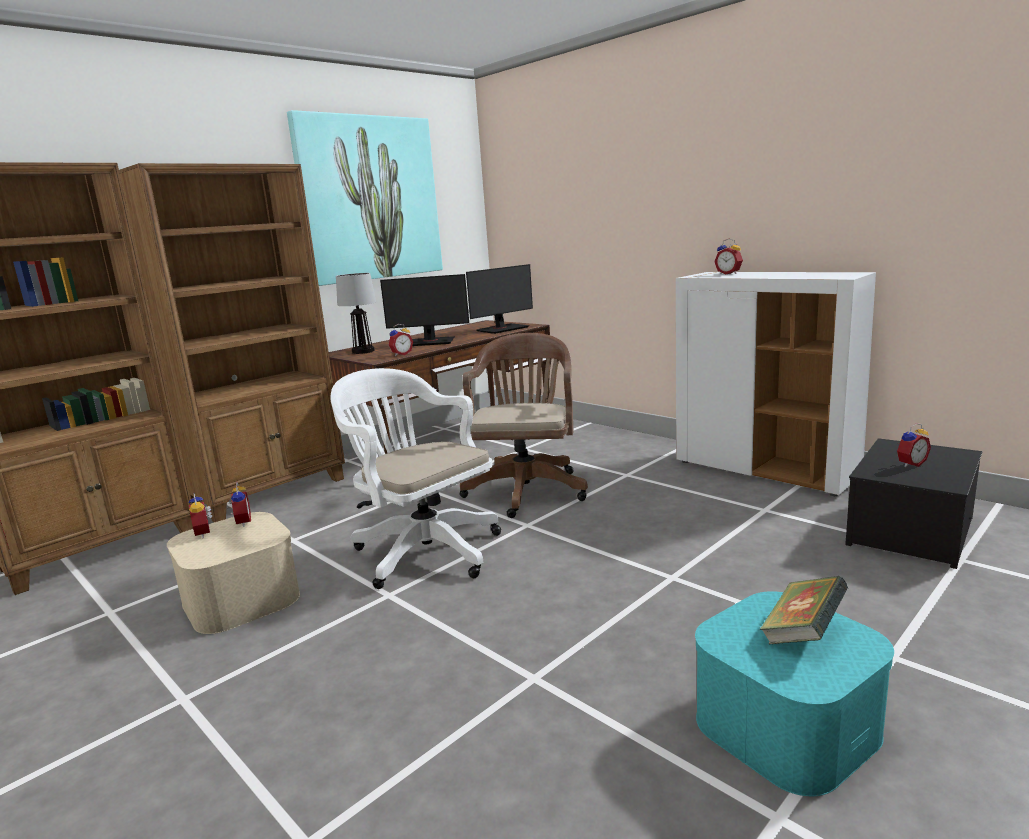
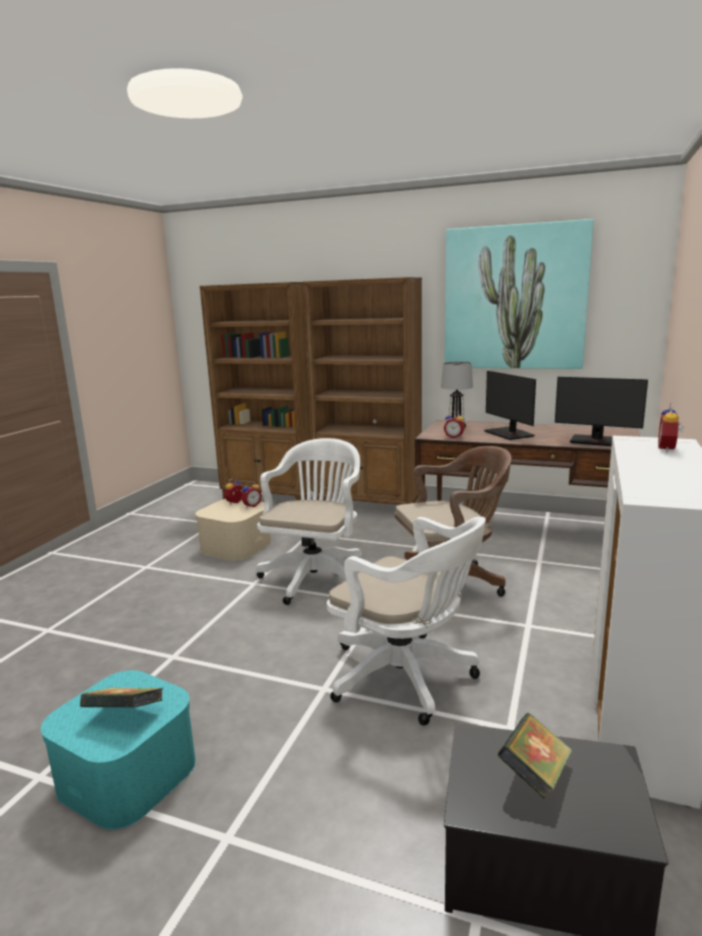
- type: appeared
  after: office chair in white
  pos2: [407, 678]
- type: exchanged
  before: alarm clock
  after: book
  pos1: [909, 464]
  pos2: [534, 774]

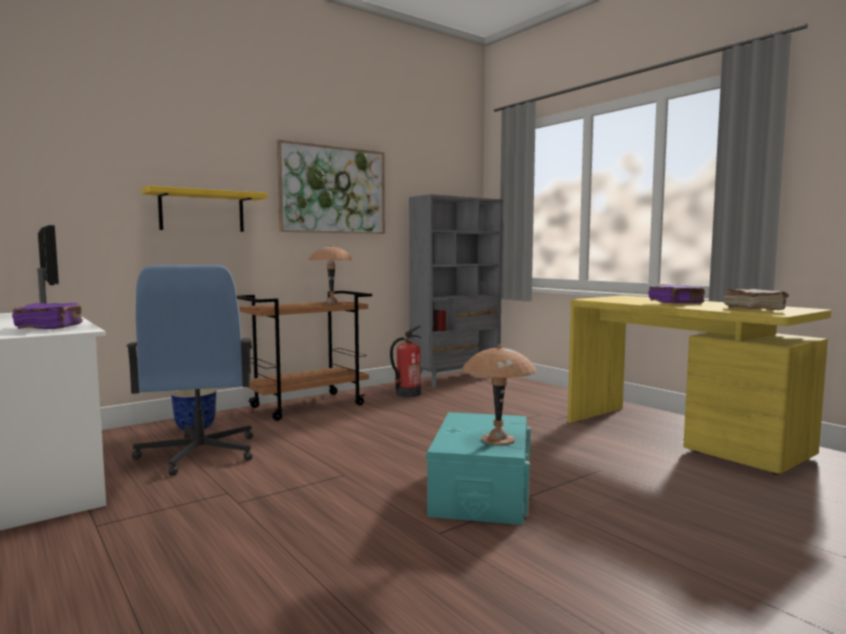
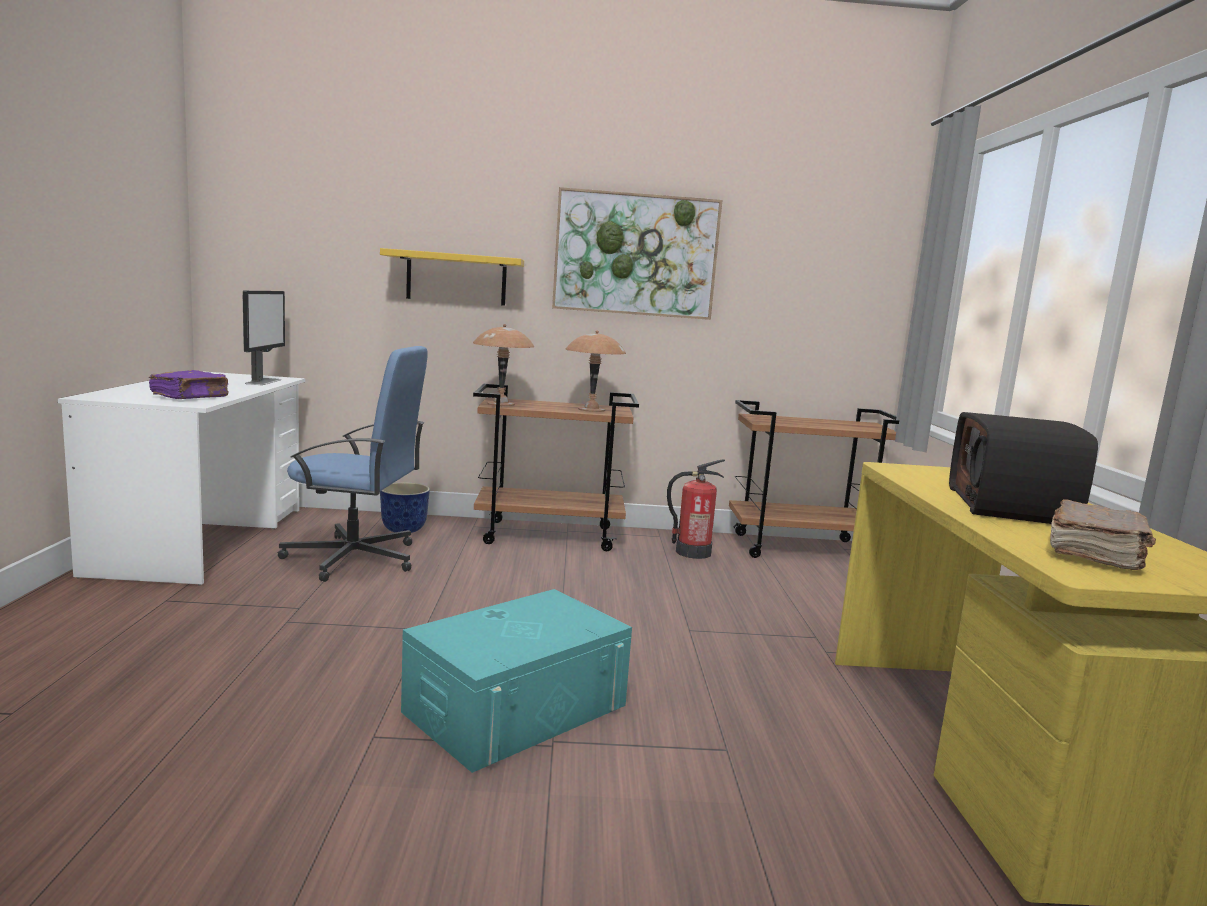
- type: relocated
  before: table lamp in brown
  pos1: [498, 439]
  pos2: [501, 404]
- type: exchanged
  before: bookcase in grey
  after: cart in brown
  pos1: [456, 378]
  pos2: [802, 548]
- type: exchanged
  before: book in purple
  after: radio
  pos1: [676, 303]
  pos2: [1012, 506]
- type: spun
  before: office chair in blue
  pos1: [198, 454]
  pos2: [354, 558]
  turn: -105

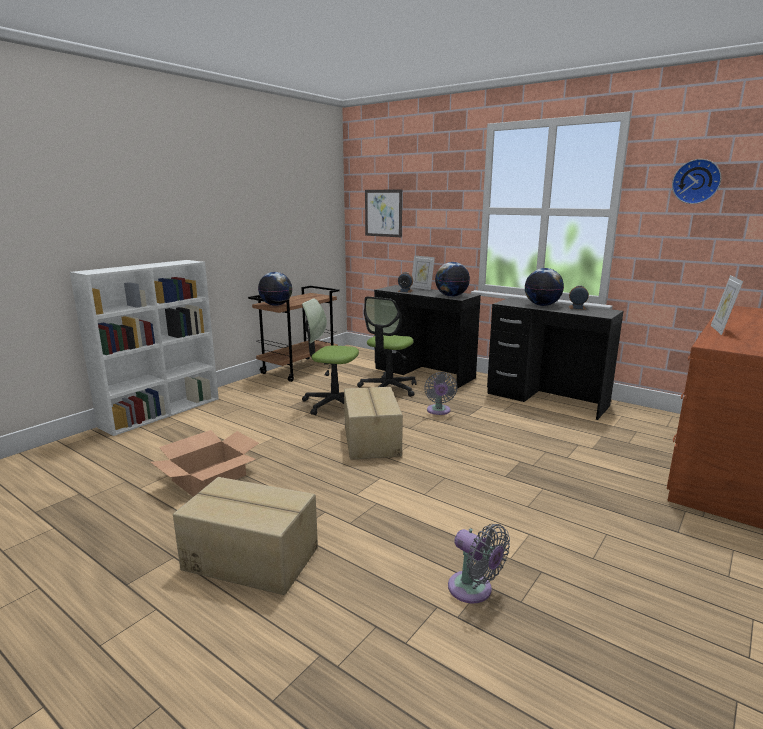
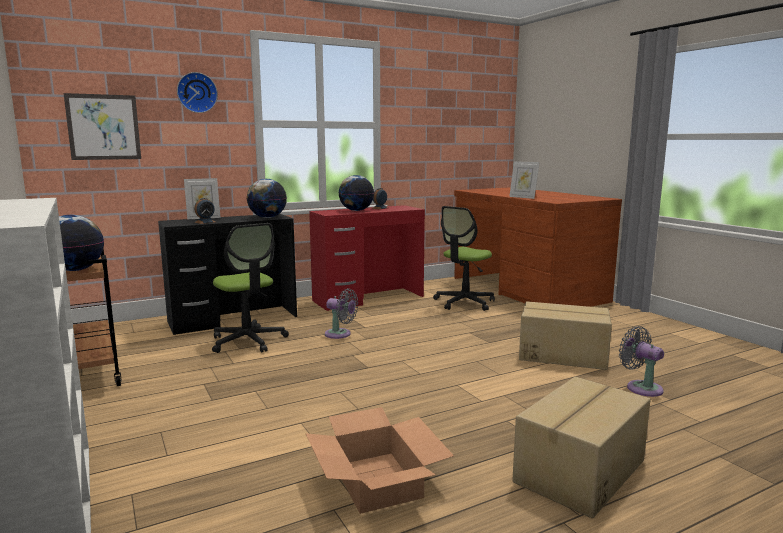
- type: relocated
  before: office chair
  pos1: [333, 403]
  pos2: [464, 302]
- type: relocated
  before: cardboard box
  pos1: [372, 440]
  pos2: [562, 355]
- type: relocated
  before: wall clock
  pos1: [696, 181]
  pos2: [196, 92]
- type: colour
  before: desk in black
  after: desk in red
  pos1: [546, 399]
  pos2: [368, 298]
- type: spun
  before: fan in grey
  pos1: [474, 590]
  pos2: [641, 387]
  turn: -105

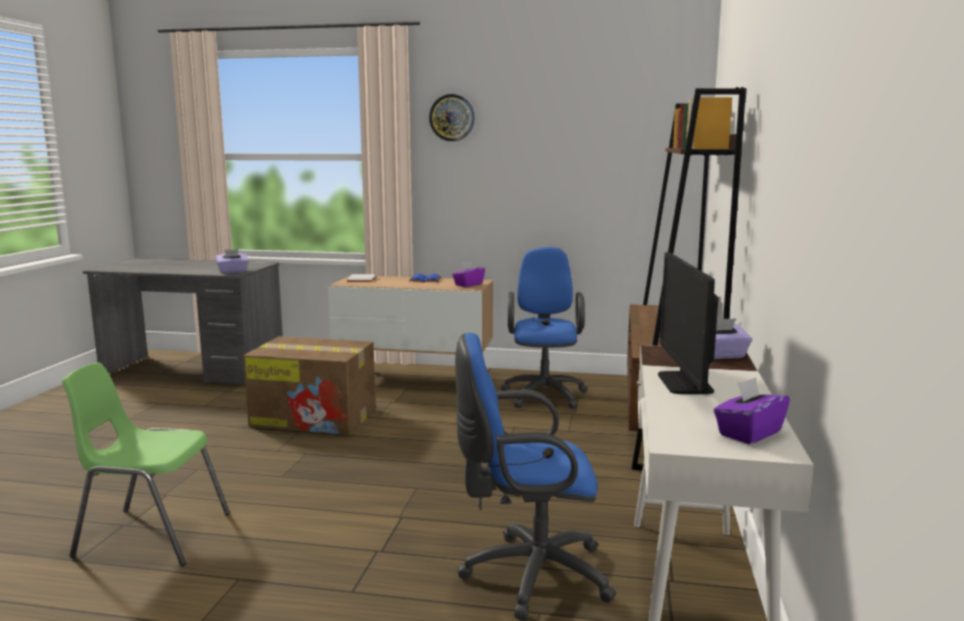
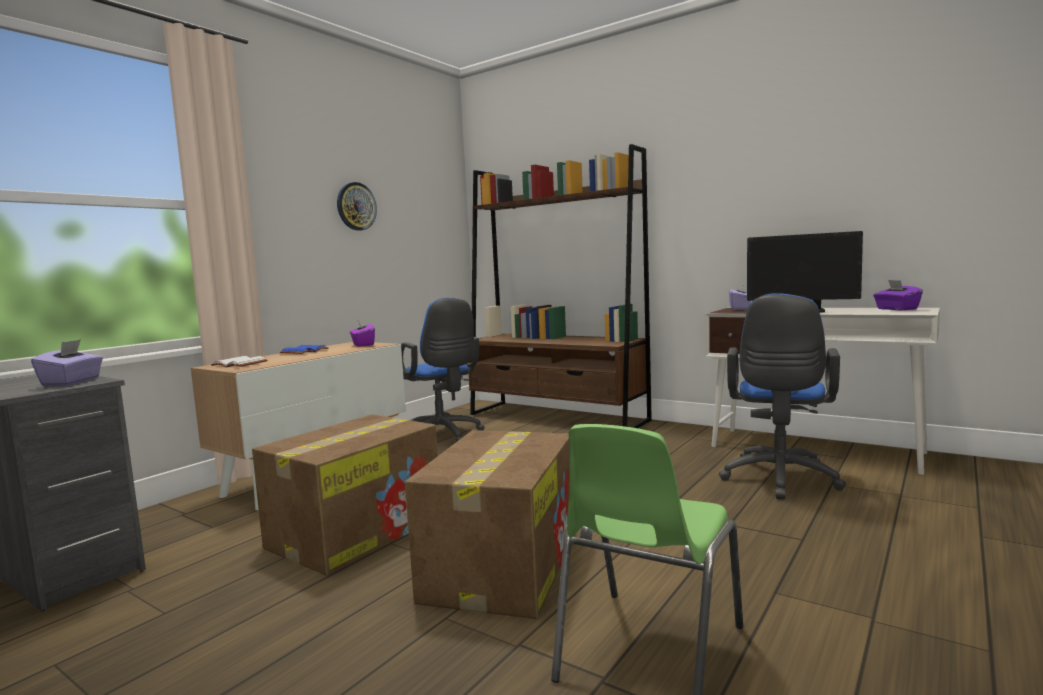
- type: appeared
  after: cardboard box
  pos2: [503, 564]
- type: relocated
  before: wall clock
  pos1: [452, 117]
  pos2: [356, 206]
- type: spun
  before: office chair in blue
  pos1: [544, 393]
  pos2: [443, 436]
  turn: -150

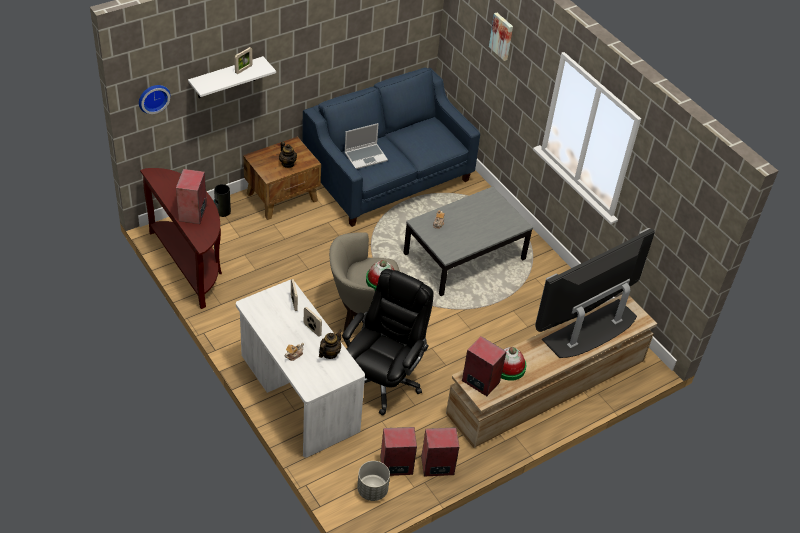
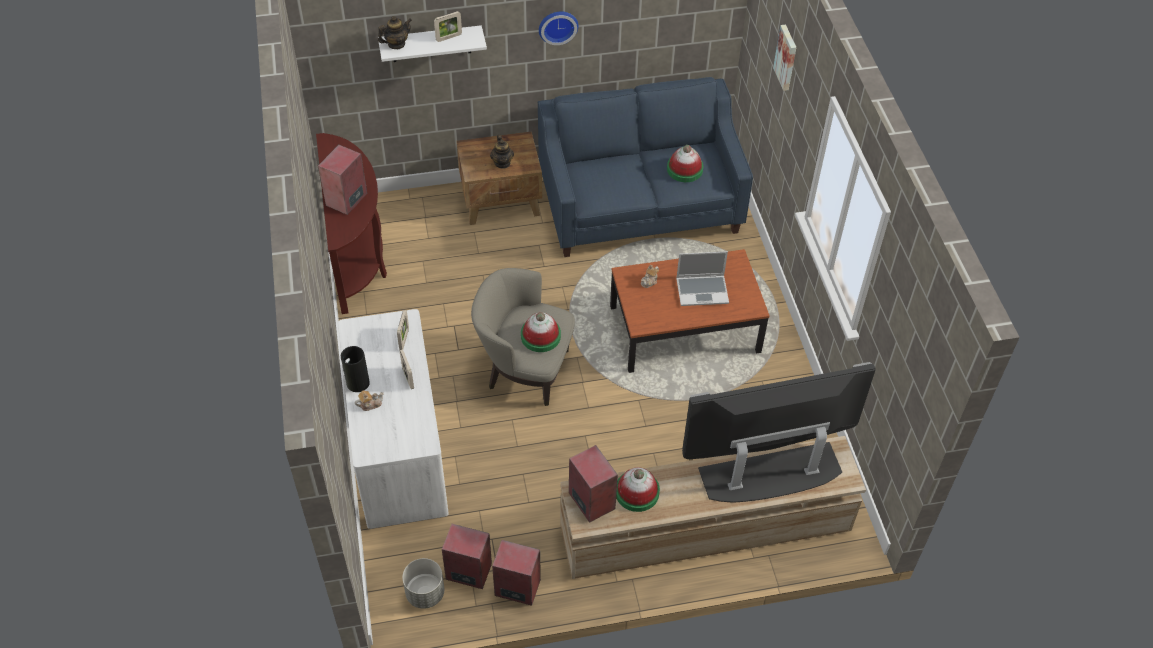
- type: missing
  before: office chair in black
  pos1: [383, 380]
- type: appeared
  after: hat
  pos2: [684, 169]
- type: relocated
  before: wall clock
  pos1: [153, 97]
  pos2: [557, 25]
- type: relocated
  before: vase
  pos1: [222, 211]
  pos2: [357, 383]
- type: relocated
  before: teapot
  pos1: [329, 353]
  pos2: [396, 44]
- type: relocated
  before: laptop
  pos1: [366, 156]
  pos2: [702, 290]
- type: colour
  before: coffee table in grey
  after: coffee table in brown
  pos1: [464, 256]
  pos2: [684, 329]

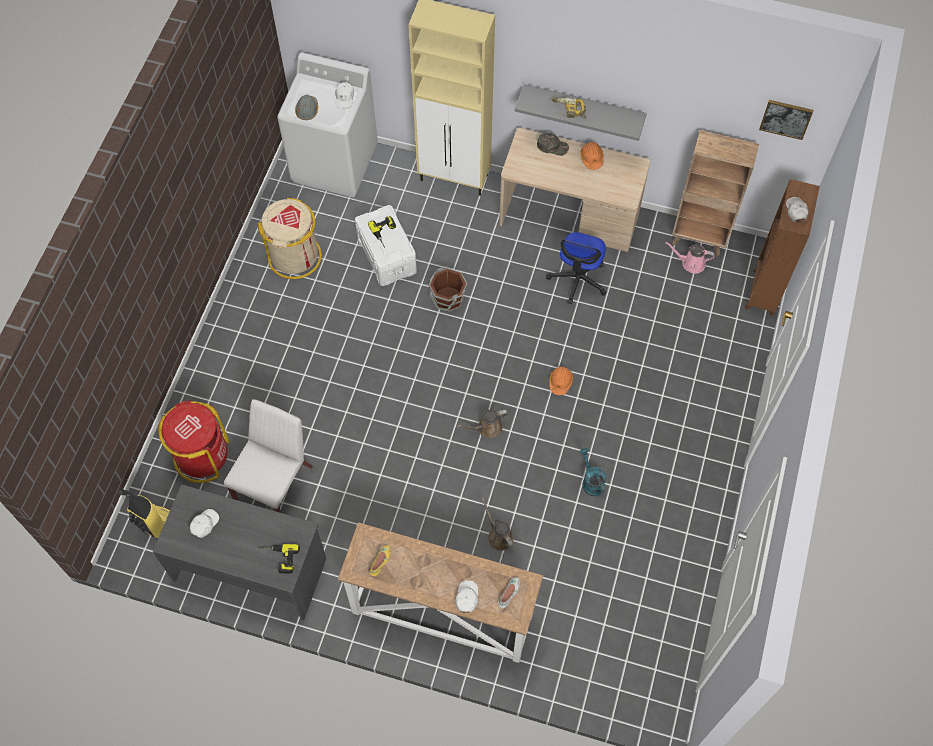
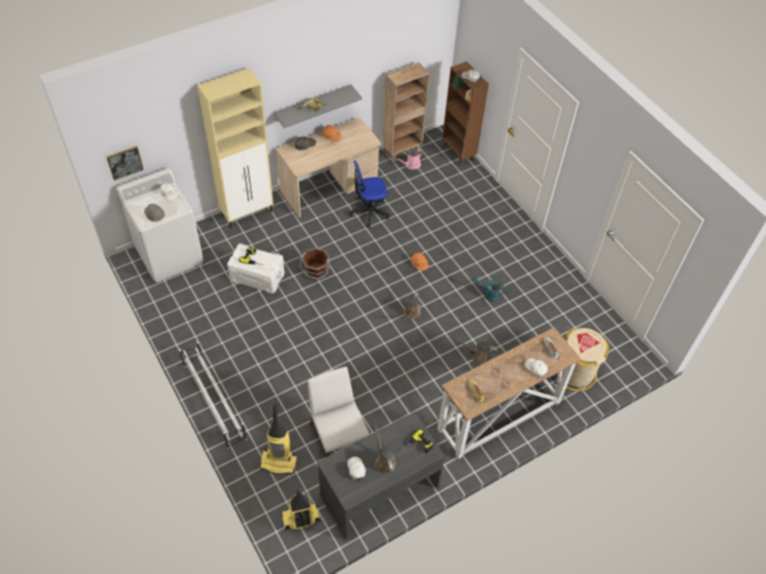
- type: appeared
  after: shoe rack in white
  pos2: [214, 401]
- type: appeared
  after: watering can in brown
  pos2: [384, 461]
- type: relocated
  before: trash can in beige
  pos1: [295, 257]
  pos2: [575, 372]
- type: relocated
  before: picture
  pos1: [786, 118]
  pos2: [124, 162]
- type: exchanged
  before: trash can in red
  after: vacuum cleaner
  pos1: [201, 456]
  pos2: [279, 461]
- type: spun
  before: office chair
  pos1: [578, 279]
  pos2: [369, 212]
  turn: 105

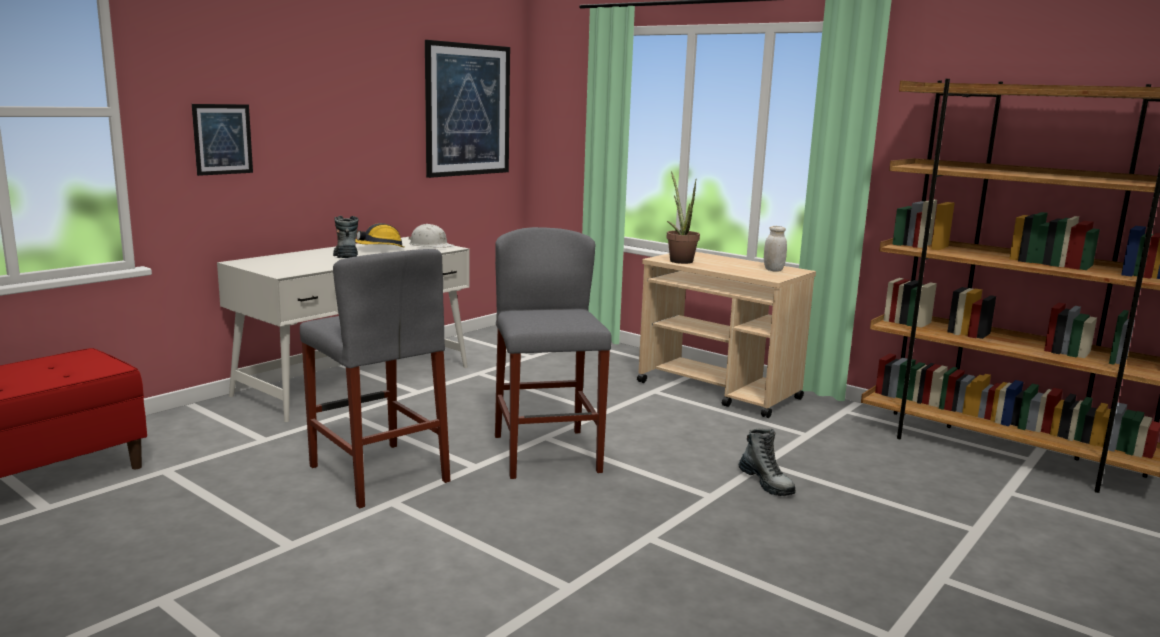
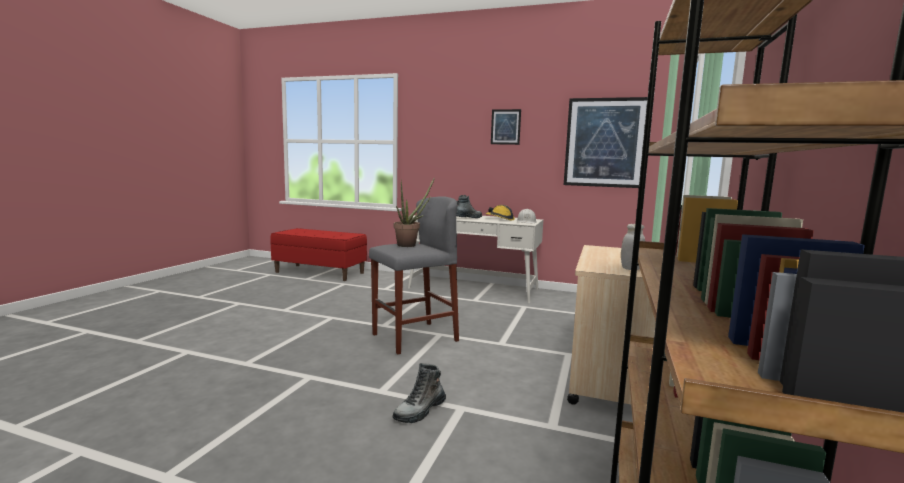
- type: missing
  before: stool in grey
  pos1: [378, 473]
- type: relocated
  before: picture
  pos1: [222, 139]
  pos2: [505, 127]
- type: relocated
  before: potted plant
  pos1: [679, 260]
  pos2: [410, 245]

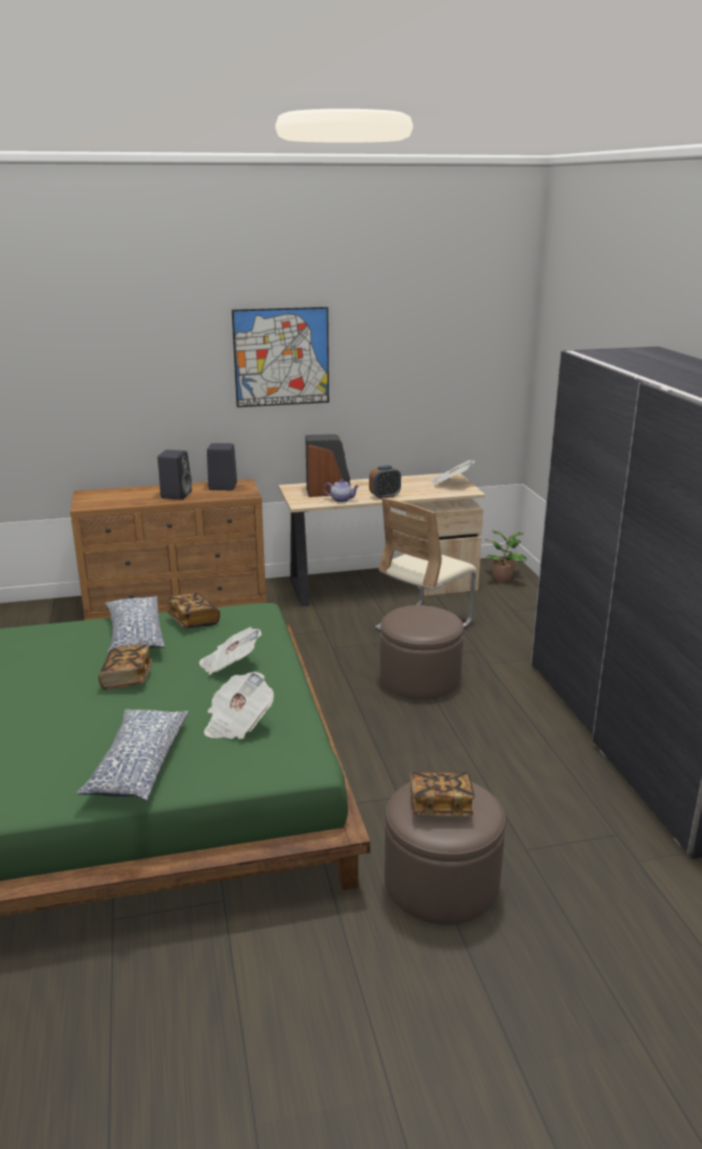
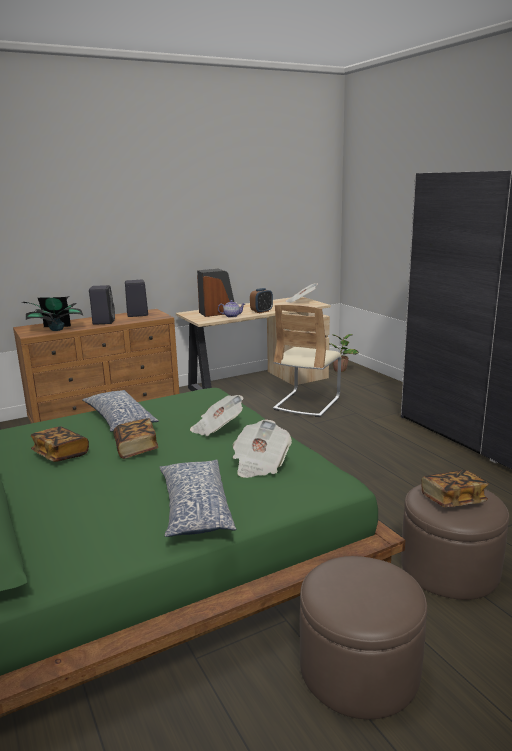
- type: missing
  before: picture
  pos1: [281, 357]
- type: appeared
  after: potted plant
  pos2: [56, 329]
- type: relocated
  before: book
  pos1: [193, 621]
  pos2: [60, 454]
- type: relocated
  before: ottoman in brown
  pos1: [420, 678]
  pos2: [359, 668]

